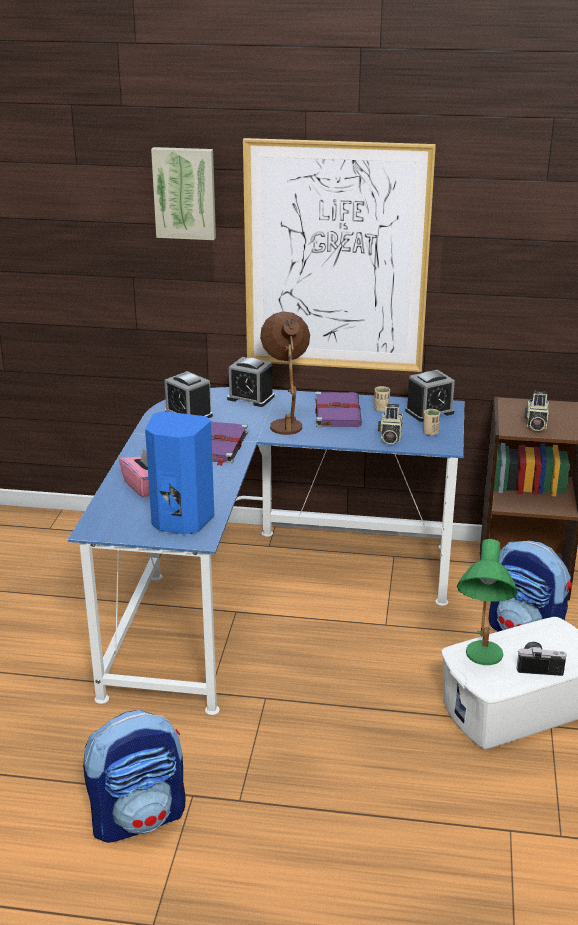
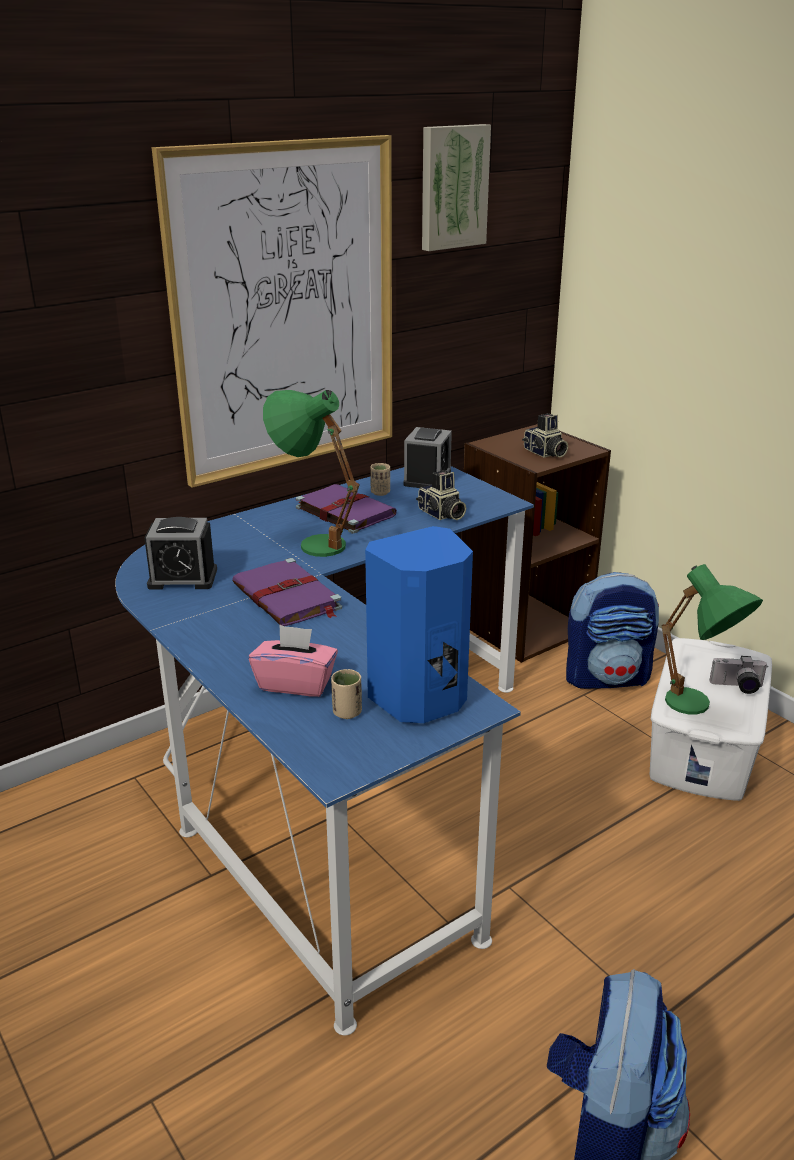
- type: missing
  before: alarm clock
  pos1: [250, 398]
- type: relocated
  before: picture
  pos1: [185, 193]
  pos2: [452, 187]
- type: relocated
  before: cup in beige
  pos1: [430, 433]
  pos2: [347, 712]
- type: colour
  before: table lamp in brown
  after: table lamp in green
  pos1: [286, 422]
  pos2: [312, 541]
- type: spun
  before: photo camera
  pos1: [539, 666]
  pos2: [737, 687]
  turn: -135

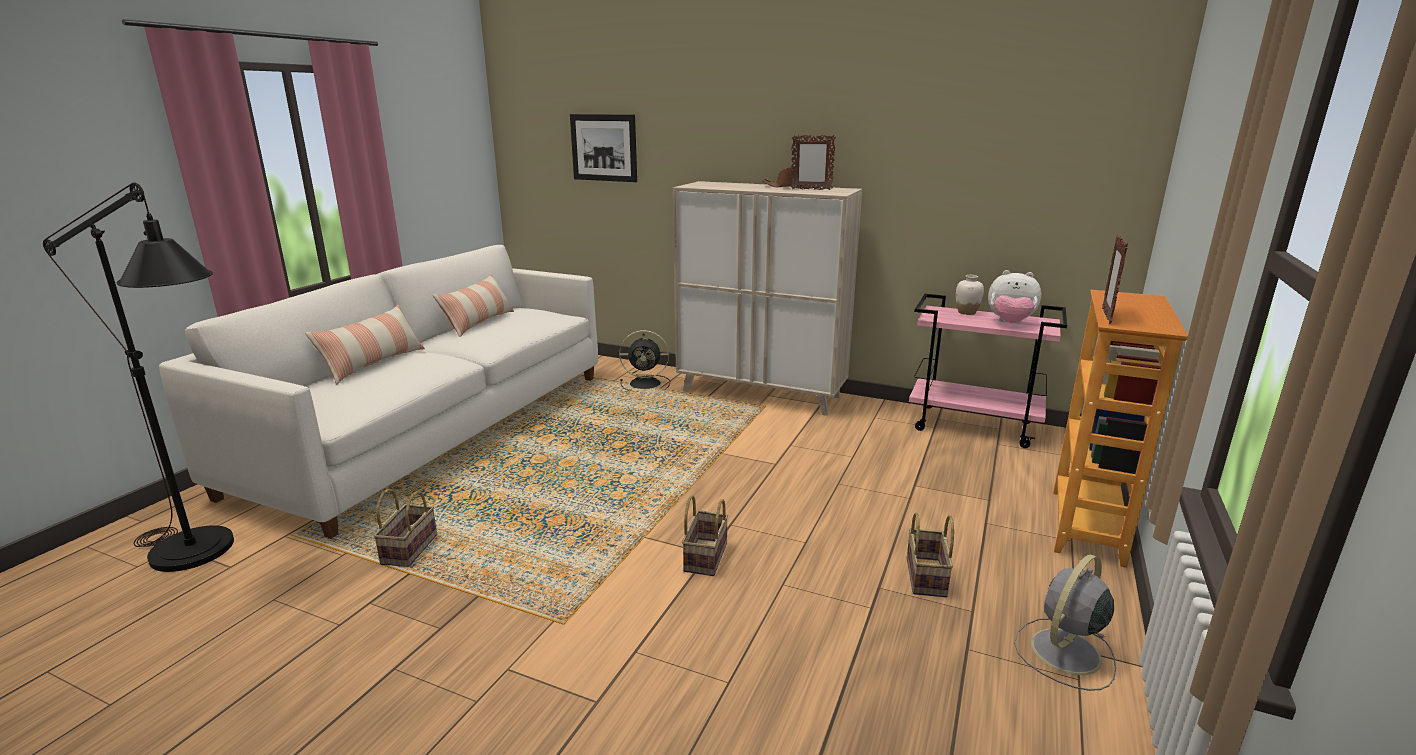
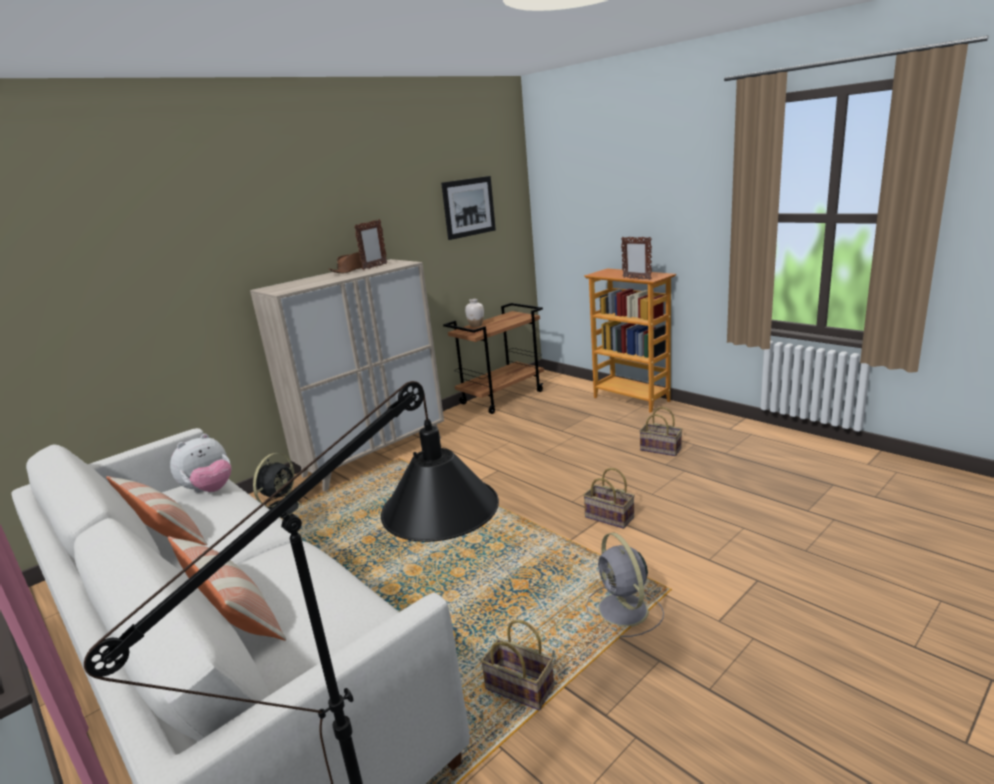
- type: relocated
  before: picture
  pos1: [604, 147]
  pos2: [469, 207]
- type: relocated
  before: plush toy
  pos1: [1010, 324]
  pos2: [209, 490]
- type: relocated
  before: fan in grey
  pos1: [1064, 653]
  pos2: [624, 611]
- type: colour
  before: cart in pink
  after: cart in brown
  pos1: [974, 426]
  pos2: [502, 397]

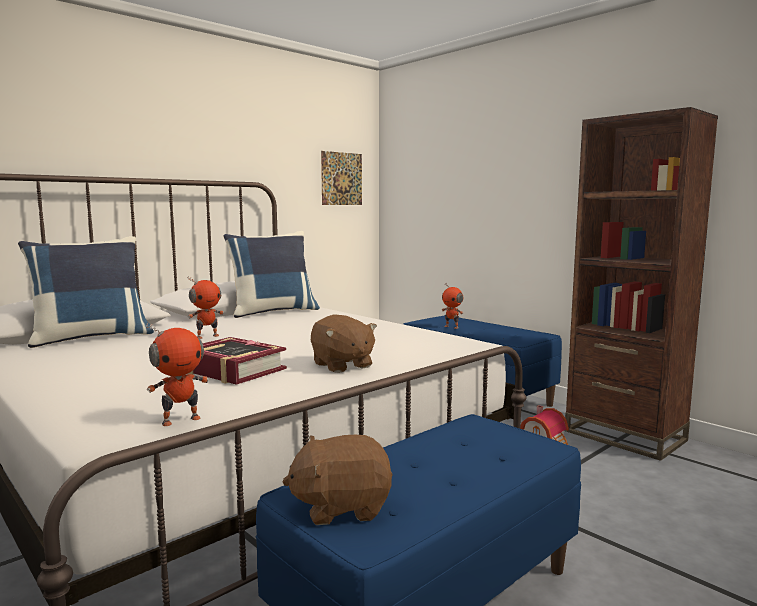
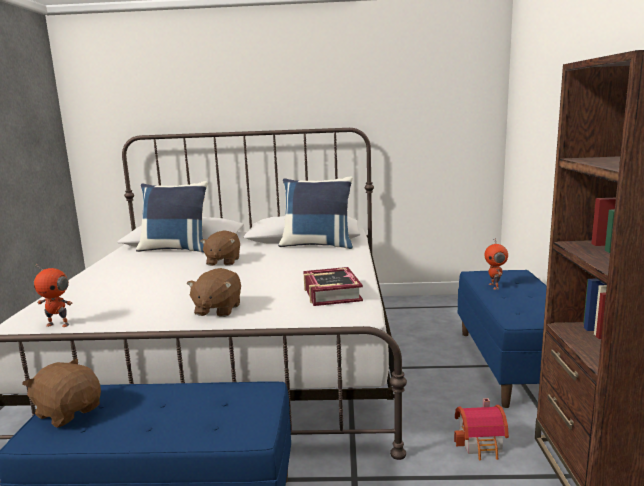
- type: missing
  before: picture
  pos1: [341, 179]
- type: relocated
  before: book
  pos1: [232, 370]
  pos2: [331, 293]
- type: exchanged
  before: toy robot
  after: plush toy in brown
  pos1: [207, 336]
  pos2: [223, 262]

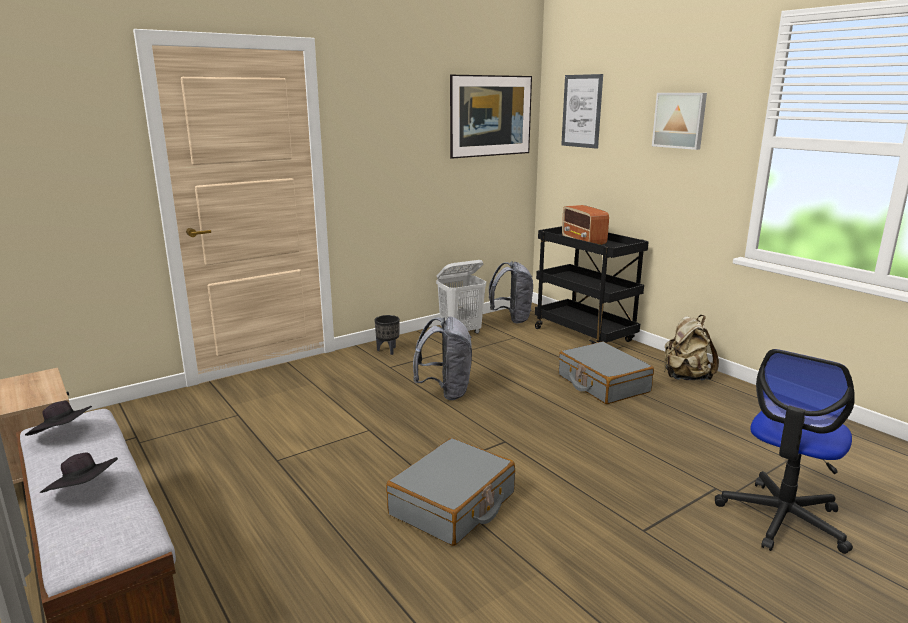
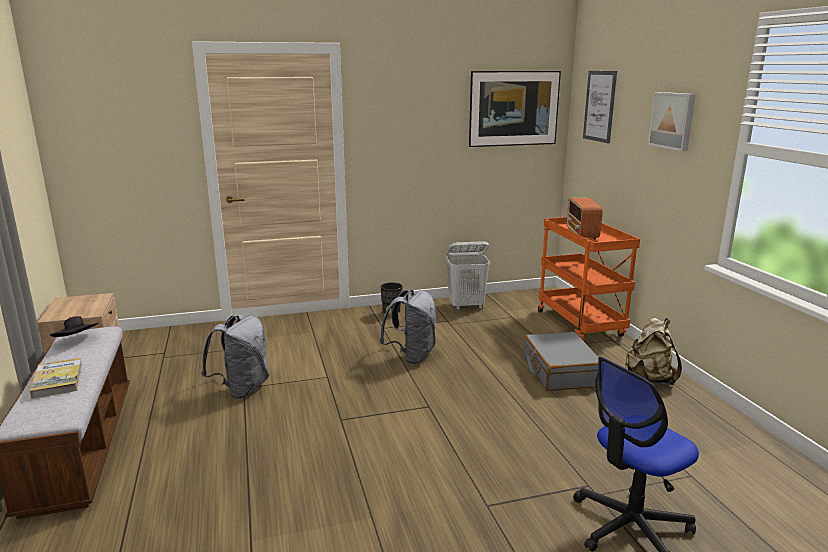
- type: missing
  before: suitcase in grey
  pos1: [453, 504]
- type: relocated
  before: backpack in grey
  pos1: [511, 319]
  pos2: [242, 389]
- type: exchanged
  before: hat in black
  after: book
  pos1: [85, 492]
  pos2: [58, 380]
- type: colour
  before: cart in black
  after: cart in orange
  pos1: [585, 336]
  pos2: [581, 324]

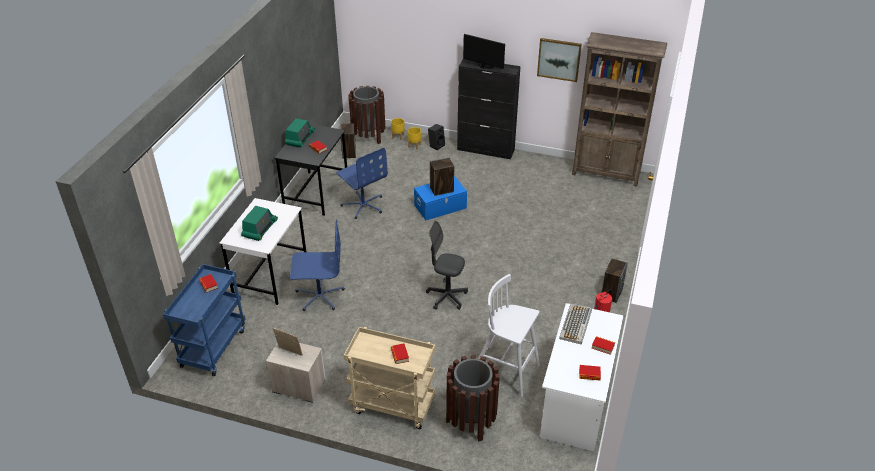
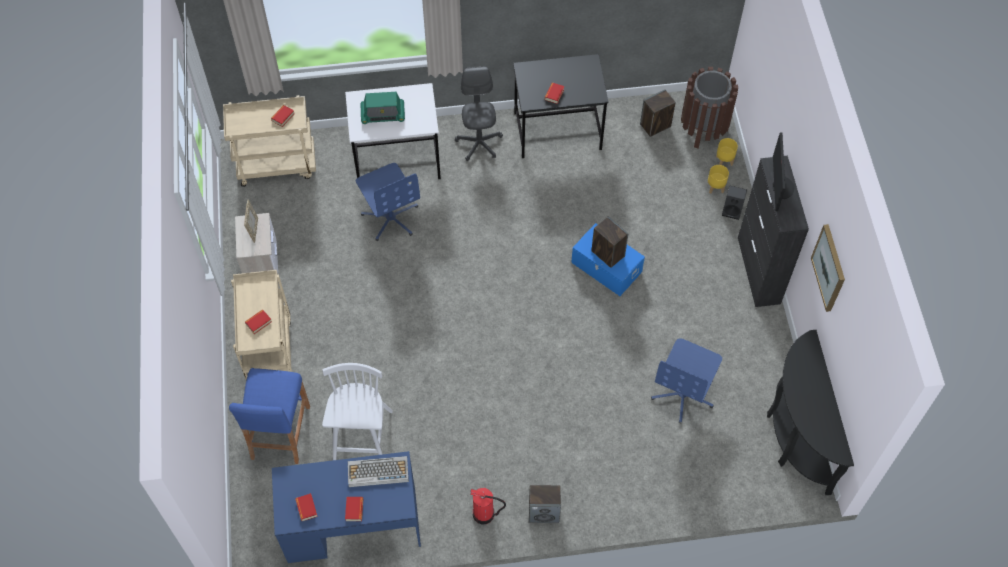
- type: missing
  before: radio
  pos1: [300, 139]
- type: relocated
  before: office chair in blue
  pos1: [363, 205]
  pos2: [683, 394]
- type: relocated
  before: office chair in grey
  pos1: [446, 297]
  pos2: [479, 143]
- type: exchanged
  before: trash can in brown
  after: stool in blue
  pos1: [471, 421]
  pos2: [280, 432]
- type: exchanged
  before: bookcase in brown
  after: console table in black
  pos1: [606, 173]
  pos2: [796, 436]
- type: colour
  before: cart in blue
  after: cart in beige
  pos1: [213, 347]
  pos2: [278, 165]
- type: colour
  before: desk in white
  after: desk in blue
  pos1: [576, 400]
  pos2: [352, 525]

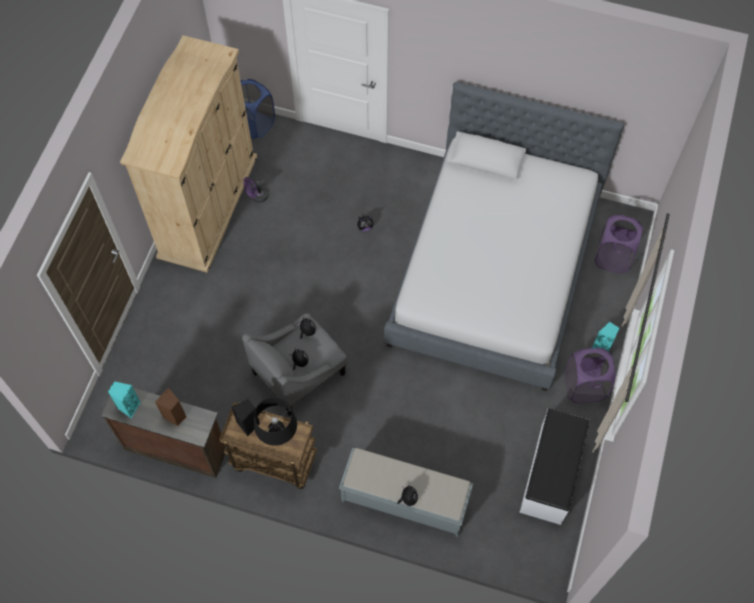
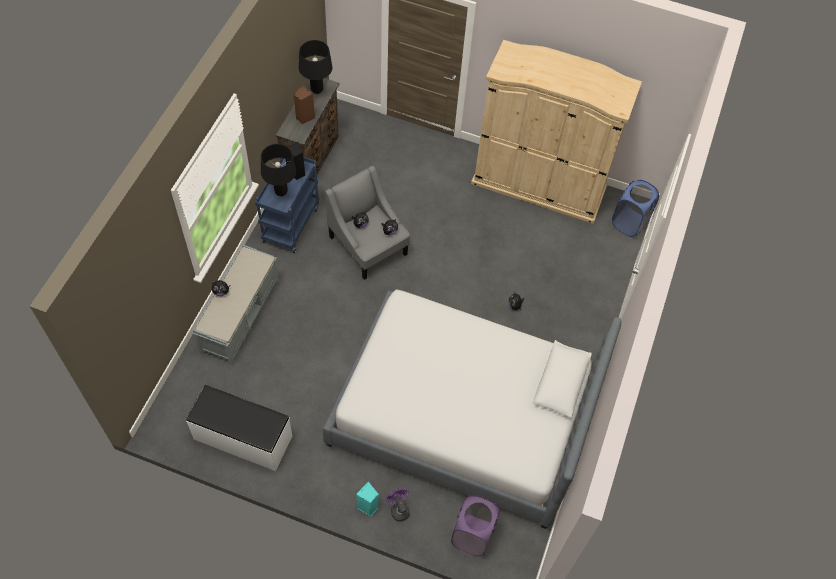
- type: missing
  before: laundry basket in purple
  pos1: [584, 387]
- type: relocated
  before: fan in purple
  pos1: [257, 197]
  pos2: [398, 509]
- type: exchanged
  before: speaker in turquoise
  after: table lamp in black
  pos1: [128, 406]
  pos2: [317, 90]
- type: colour
  before: cart in brown
  after: cart in blue
  pos1: [273, 461]
  pos2: [291, 223]

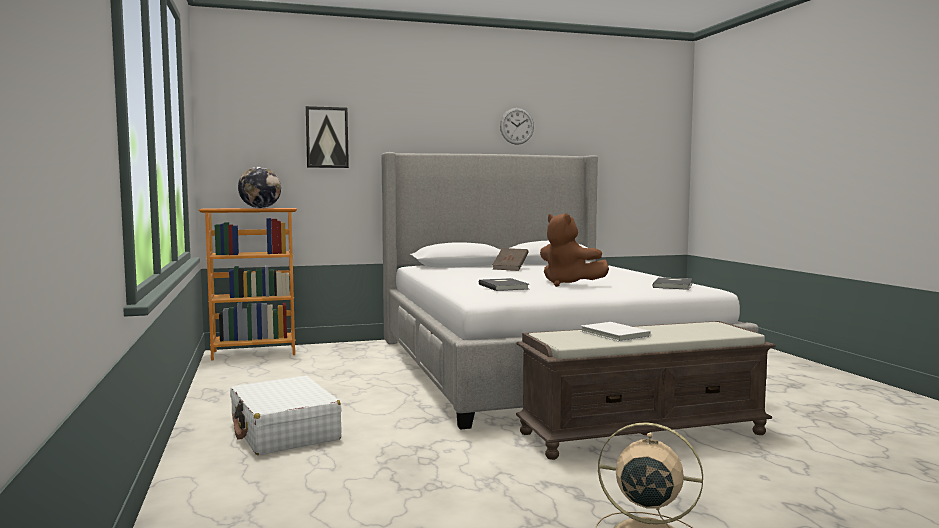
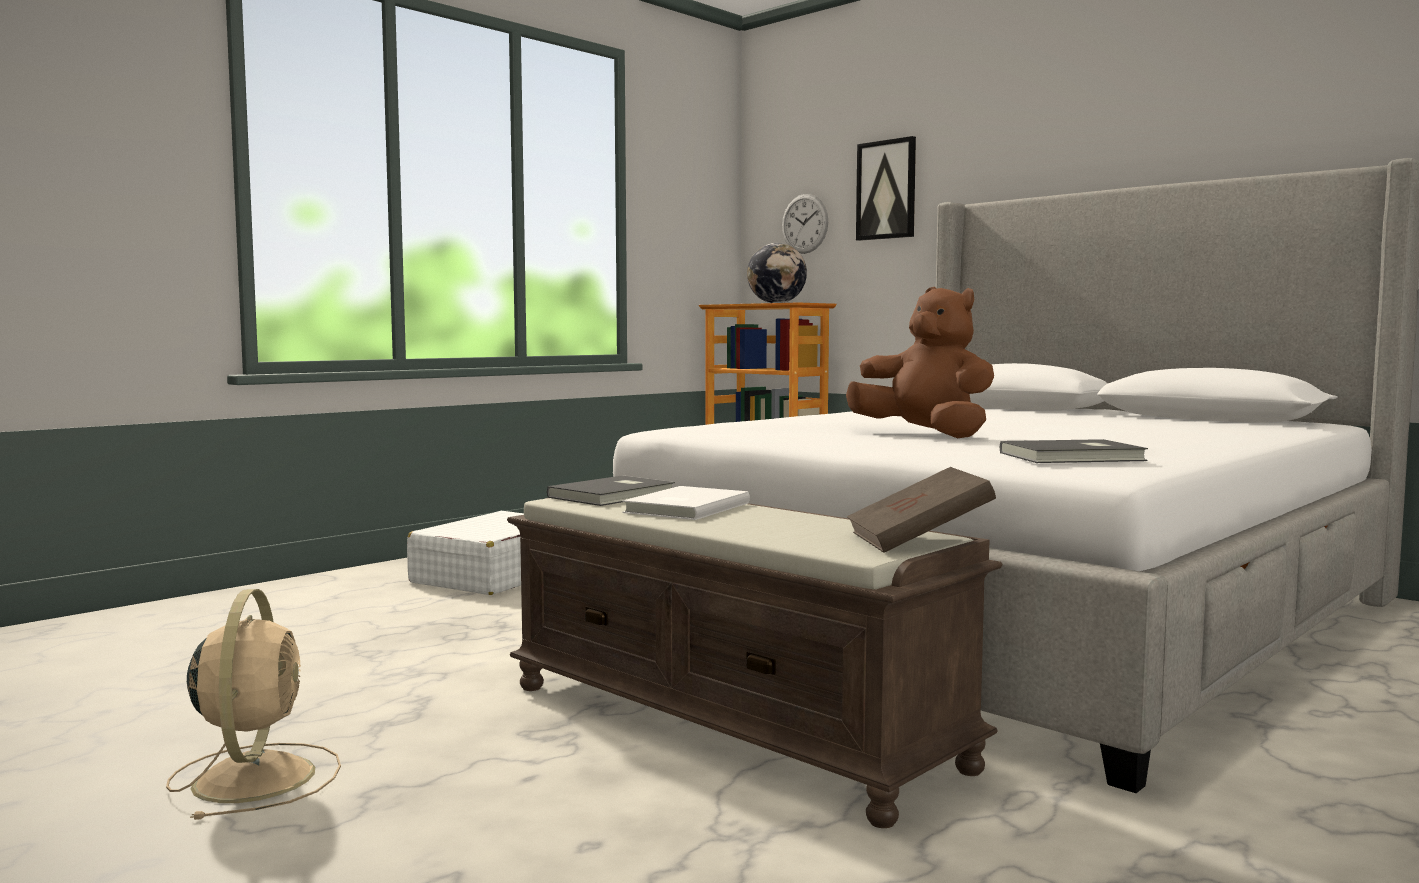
- type: relocated
  before: book in grey
  pos1: [504, 286]
  pos2: [615, 495]
- type: relocated
  before: book in brown
  pos1: [510, 268]
  pos2: [918, 541]
- type: relocated
  before: wall clock
  pos1: [517, 126]
  pos2: [804, 223]
- type: spun
  before: plush toy in brown
  pos1: [568, 284]
  pos2: [925, 435]
  turn: 120

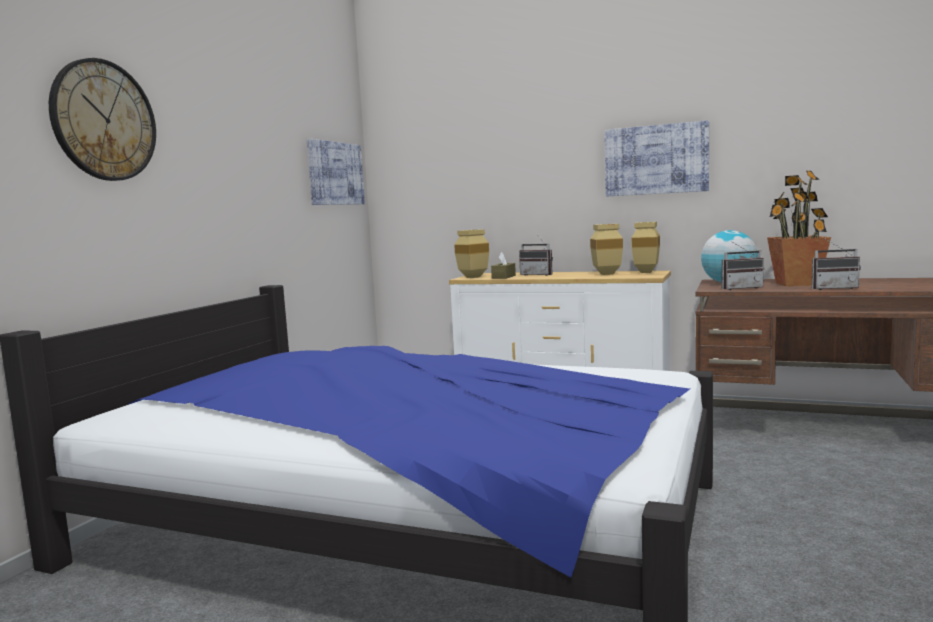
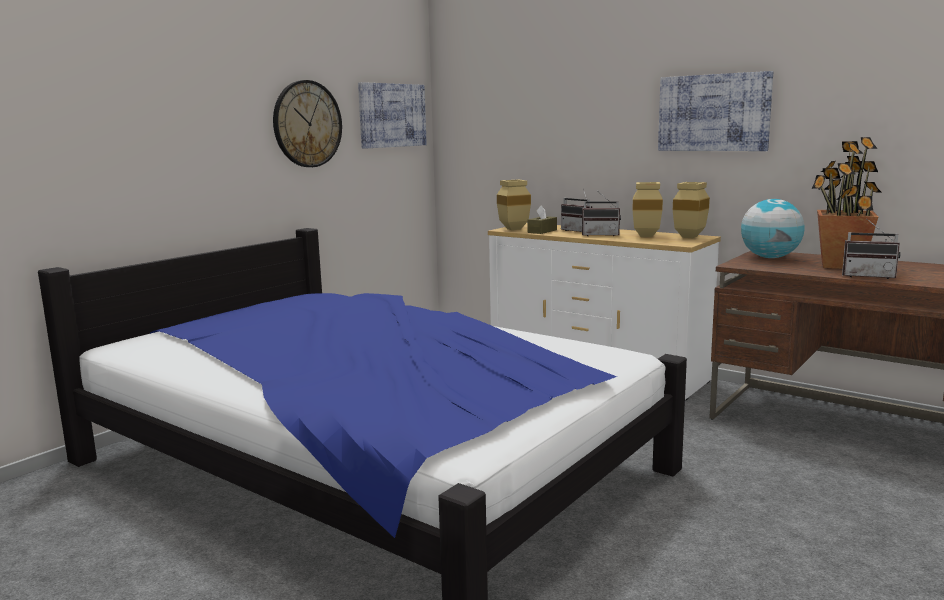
- type: relocated
  before: wall clock
  pos1: [104, 121]
  pos2: [307, 124]
- type: relocated
  before: radio
  pos1: [740, 288]
  pos2: [601, 235]

